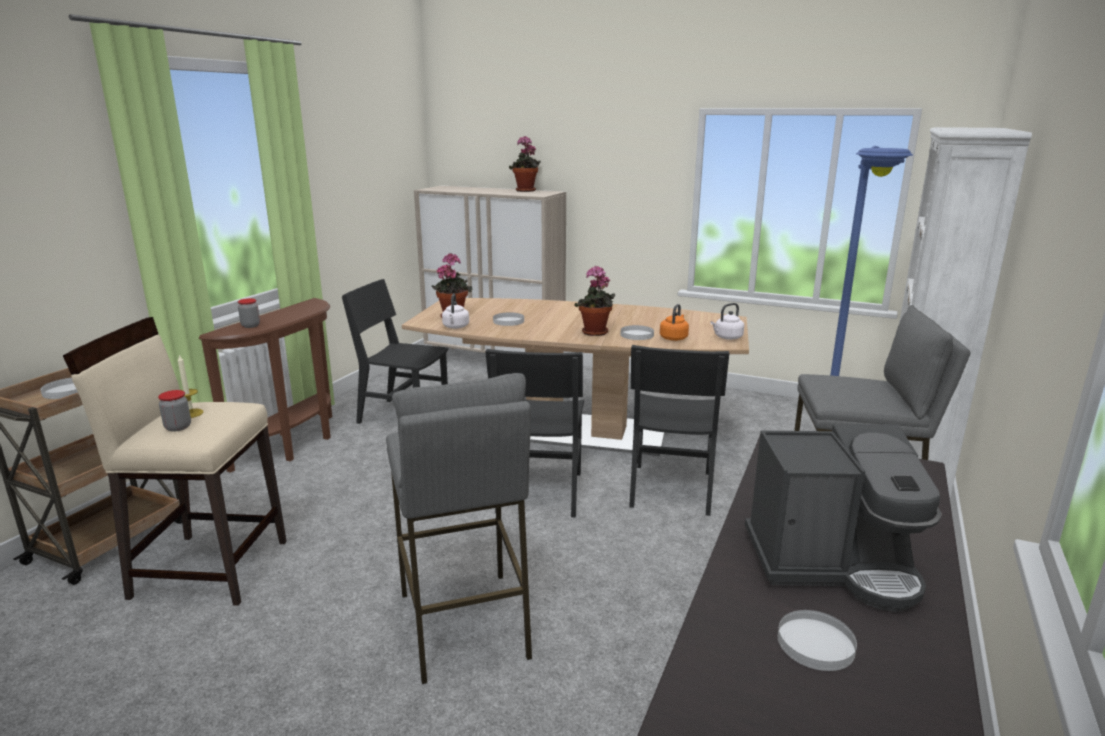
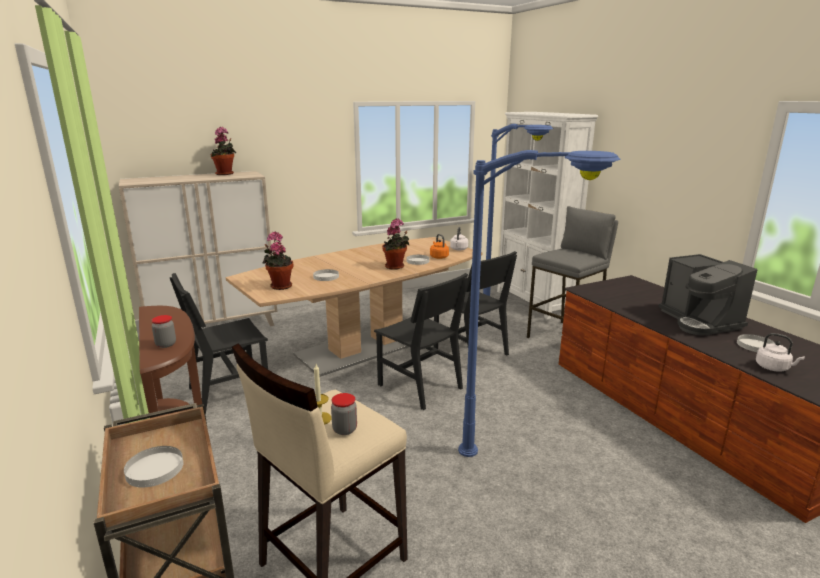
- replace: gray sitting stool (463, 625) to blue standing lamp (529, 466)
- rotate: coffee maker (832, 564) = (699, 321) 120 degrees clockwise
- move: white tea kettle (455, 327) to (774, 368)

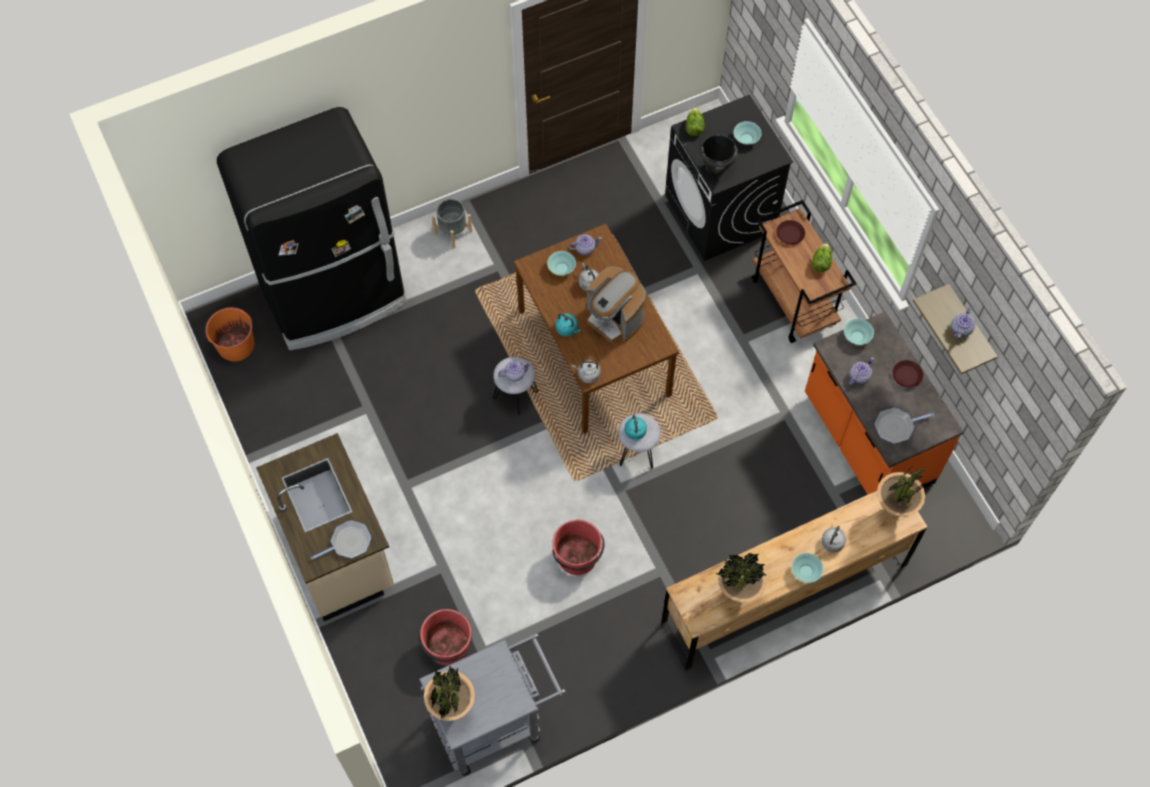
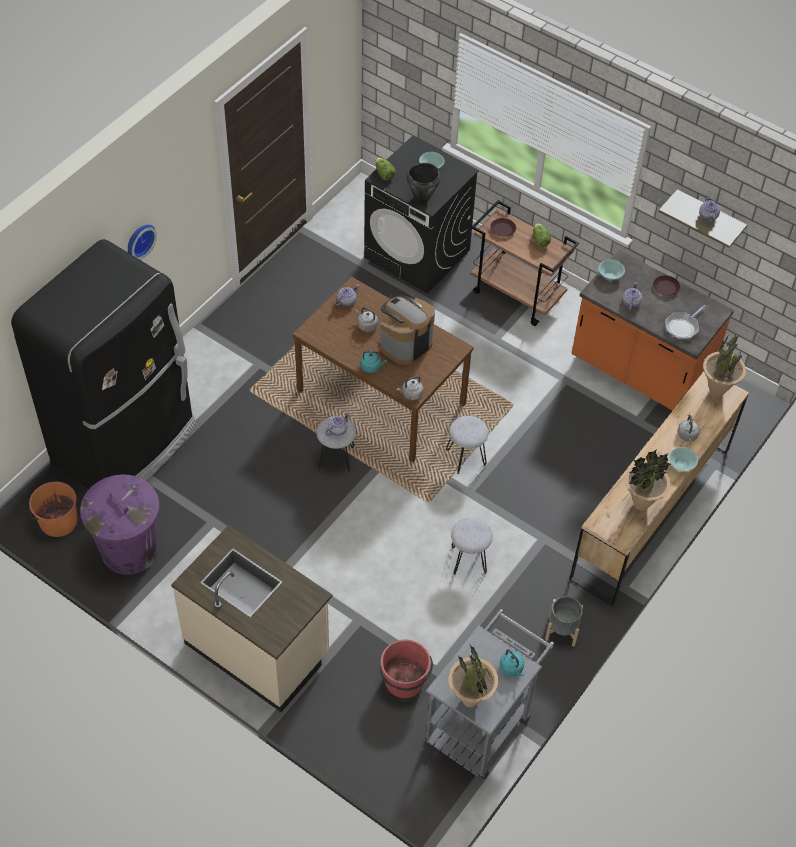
- insert: purple-coloured trash can (129, 550)
- insert: clock on the wall (139, 240)
- rotate: coffee maker (614, 319) = (405, 344) 120 degrees clockwise
- replace: red-coloured pail (577, 557) to gray sitting stool (468, 560)
- move: turquoise-coloured tea kettle (635, 432) to (512, 668)
- move: gray flower pot (453, 232) to (562, 630)
- delete: frying pan (348, 542)
- delete: turquoise-coloured serving bowl (561, 268)

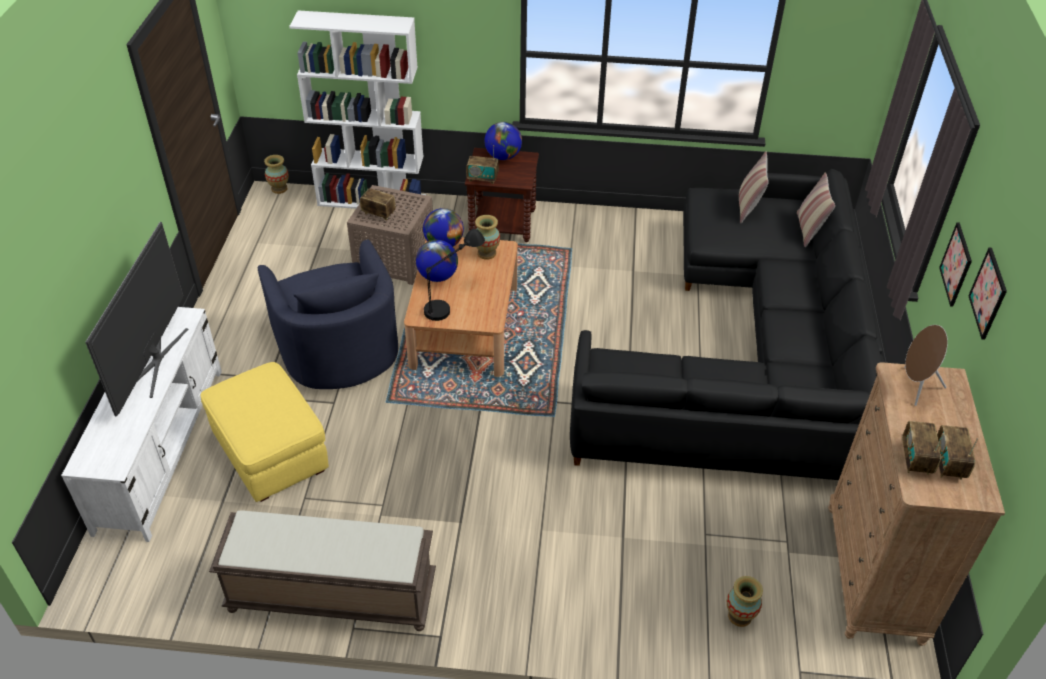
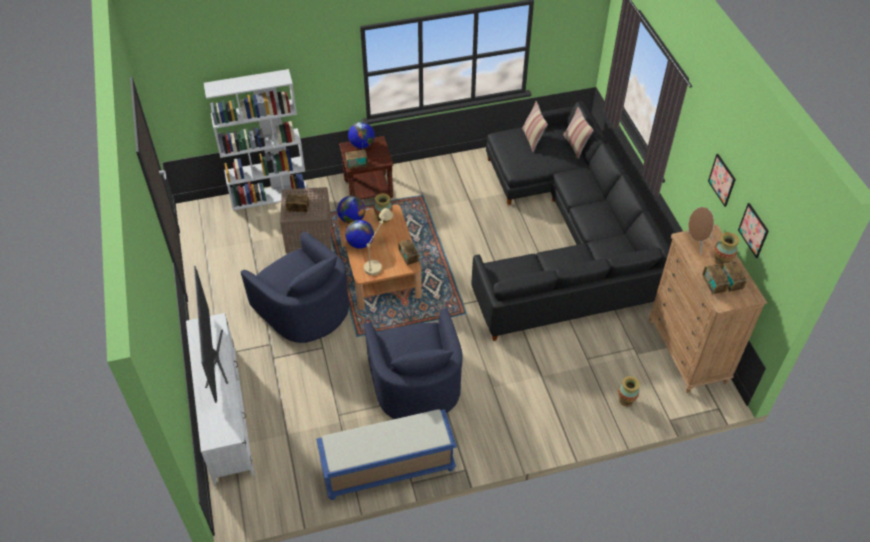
- recolor: brown long seat (330, 595) to blue long seat (387, 468)
- recolor: black-coloured lamp for a table (453, 300) to sand-coloured lamp for a table (379, 257)
- insert: blue armchair (415, 383)
- insert: radio (408, 258)
- move: vase (279, 189) to (721, 261)
- move: picture (956, 264) to (753, 230)
- delete: yellow-coloured footrest (270, 452)

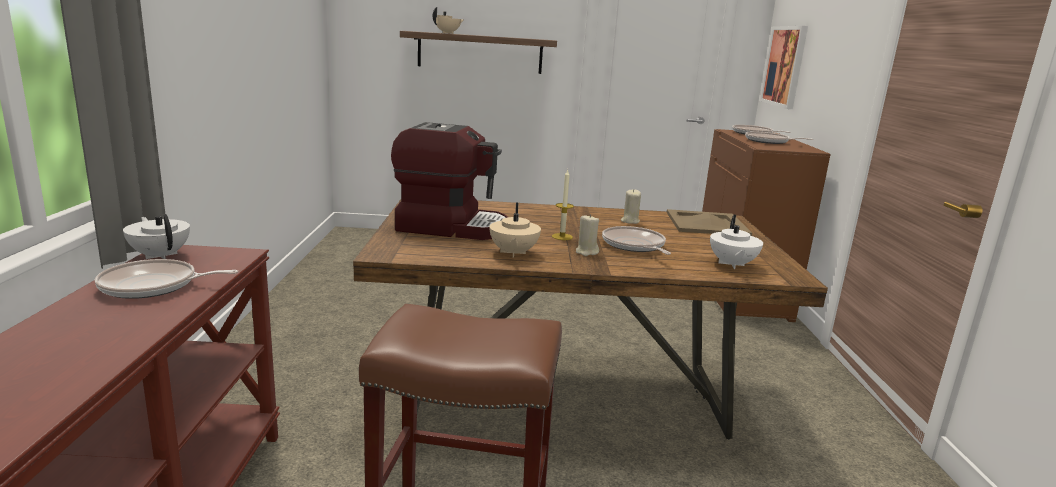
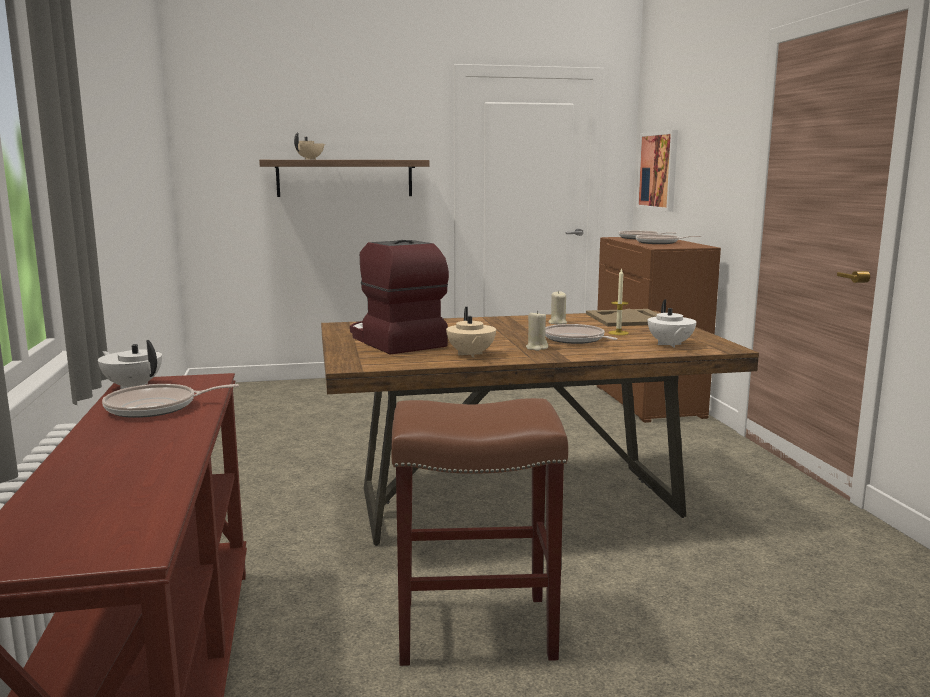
- rotate: coffee maker (452, 227) = (394, 341) 120 degrees counterclockwise
- move: candle (562, 237) to (618, 333)

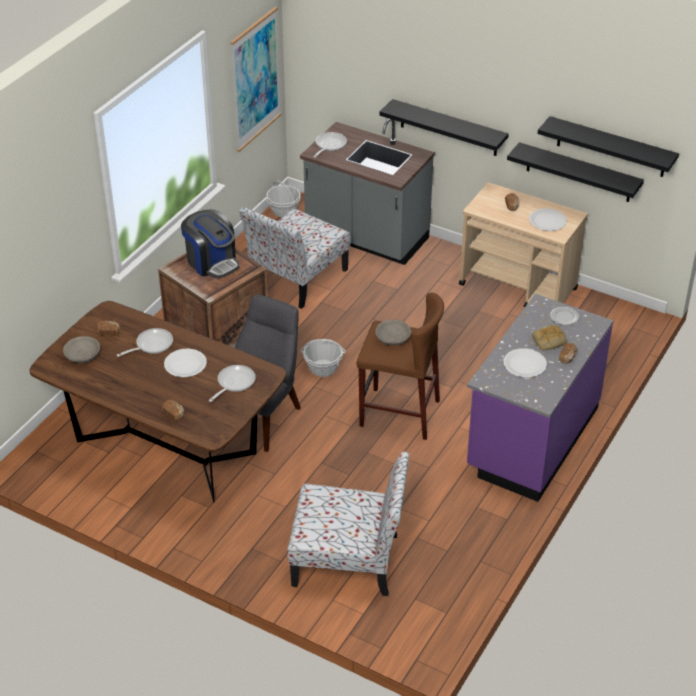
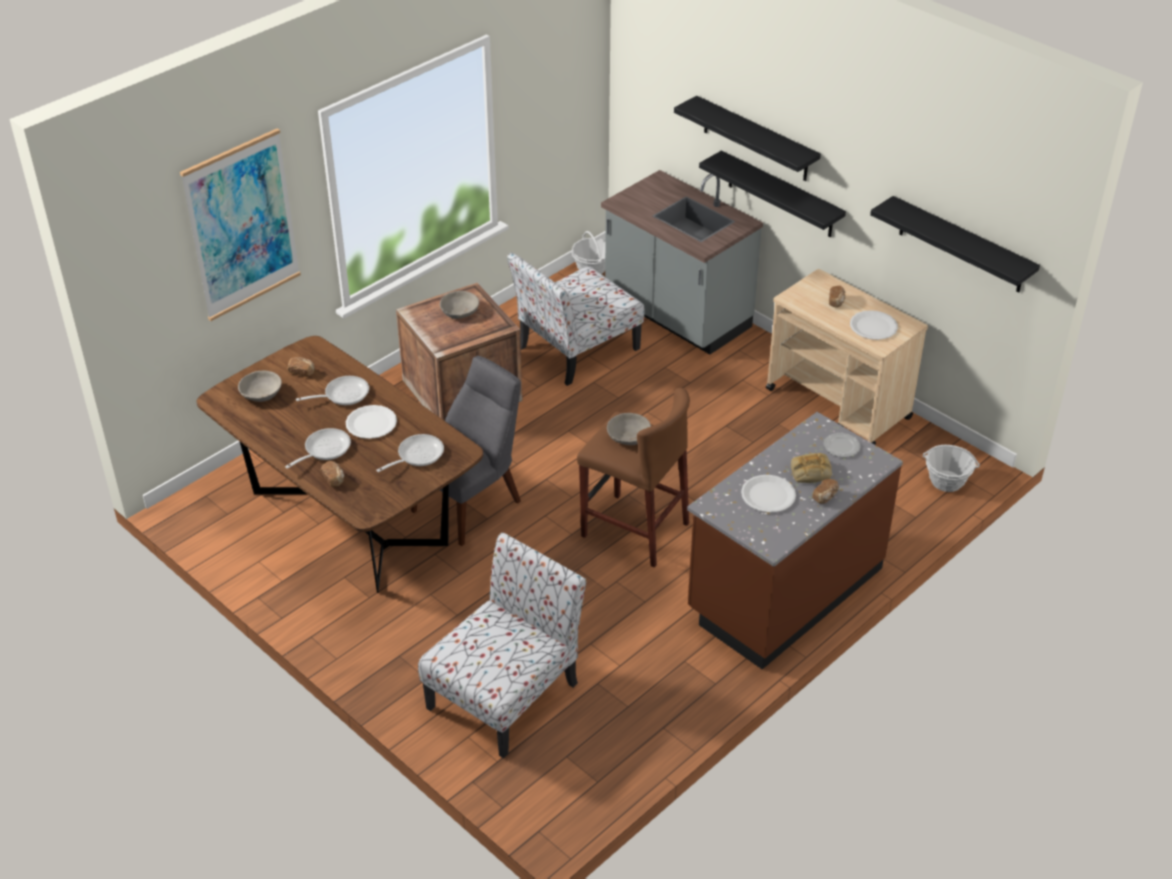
- move: picture (255, 79) to (242, 225)
- move: frying pan (329, 145) to (324, 449)
- rotate: chair (348, 560) = (505, 693) 75 degrees counterclockwise
- replace: coffee maker (212, 262) to gray serving bowl (460, 312)
- move: black-coloured bracket shelf (578, 173) to (755, 139)
- recolor: purple-coloured kitchen base unit (531, 438) to brown kitchen base unit (784, 591)
- move: household basket (323, 368) to (946, 481)

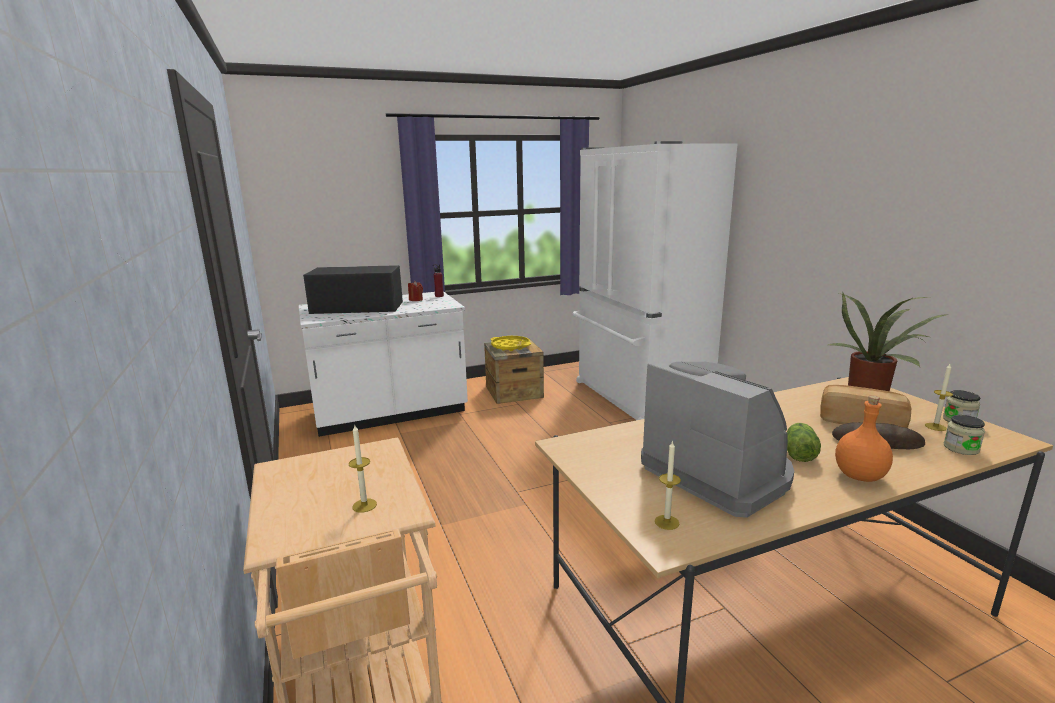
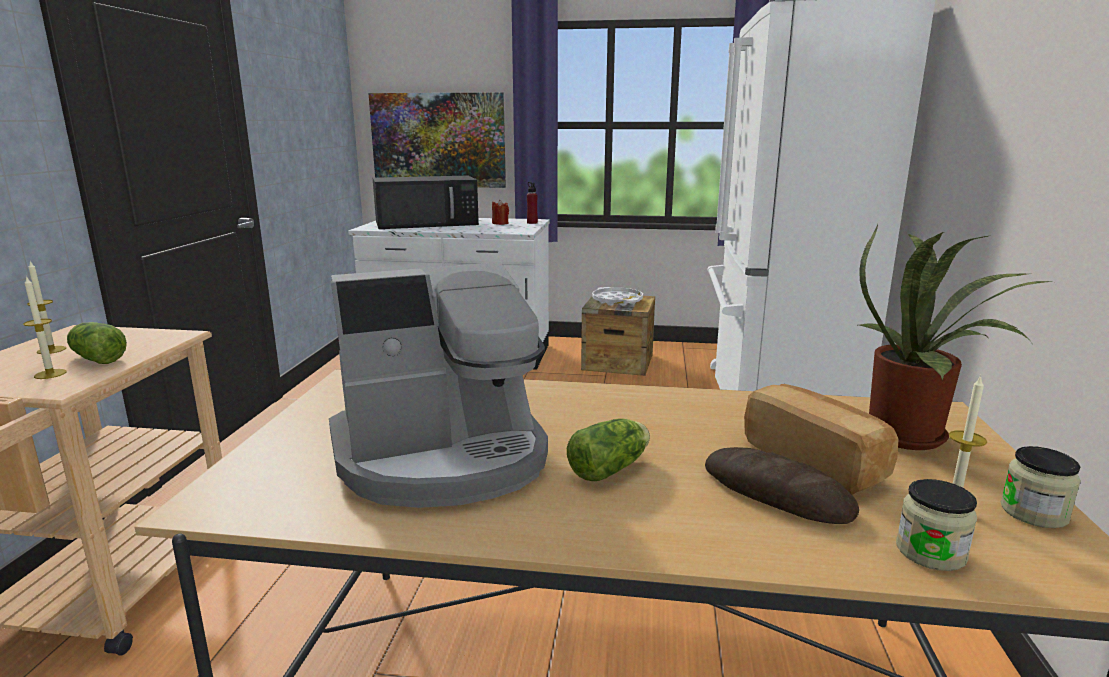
- move: candle (667, 522) to (51, 350)
- insert: head of lettuce (97, 358)
- rotate: coffee maker (718, 473) = (443, 456) 75 degrees clockwise
- insert: picture (438, 140)
- rotate: black-coloured kitchen microwave (356, 307) = (428, 223) 135 degrees clockwise
- recolor: yellow-coloured carrying tray (510, 346) to white carrying tray (617, 301)
- delete: orange drink bottle (859, 476)

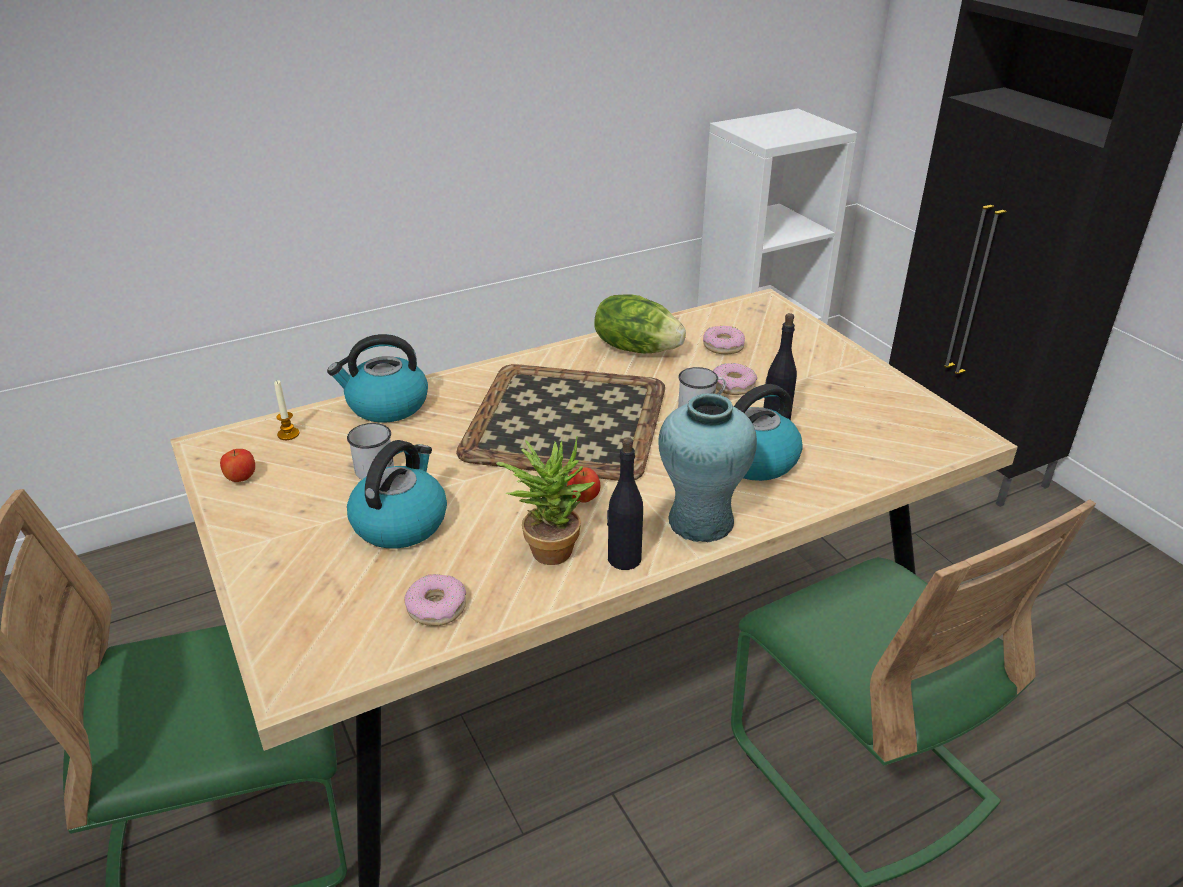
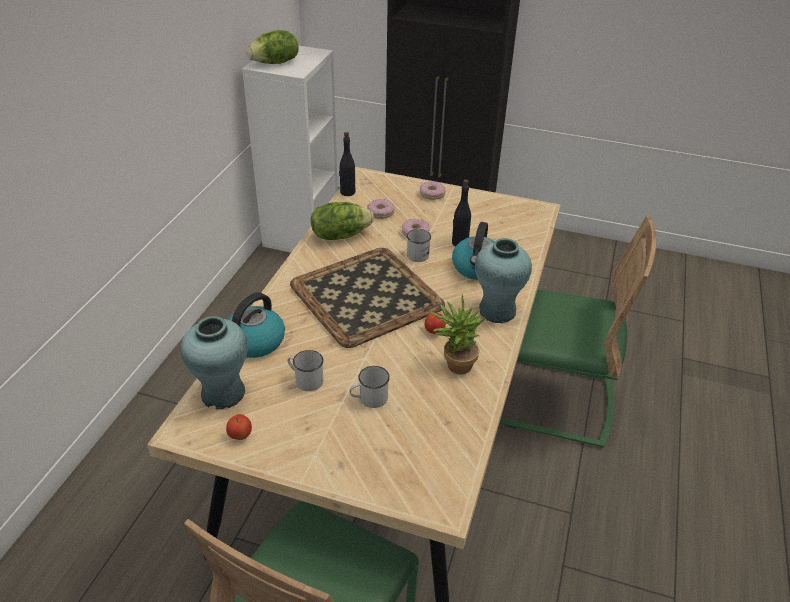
- replace: candle (288, 434) to turquoise-coloured vase (223, 393)
- insert: head of lettuce (275, 63)
- move: black-coloured drink bottle (624, 559) to (347, 192)
- replace: tea kettle (400, 522) to white tea mug (369, 399)
- move: doughnut (437, 607) to (432, 194)

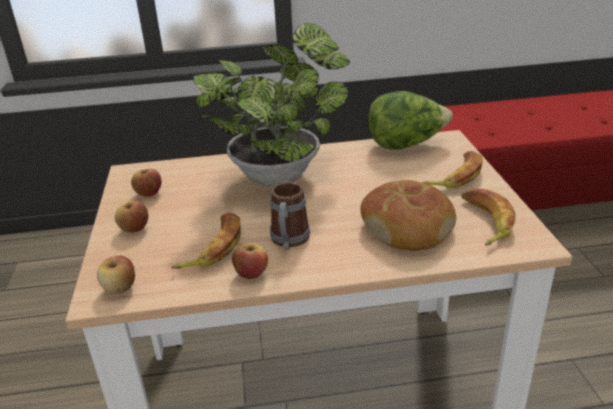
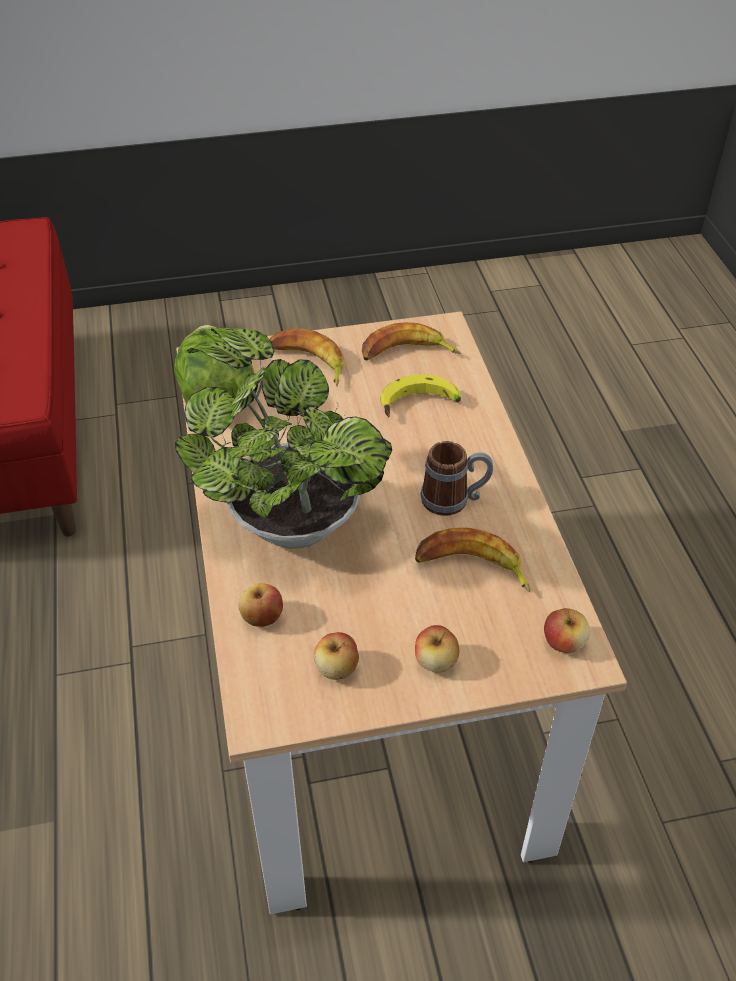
- move: apple fruit (251, 273) to (262, 617)
- replace: baked bread (407, 227) to banana fruit (420, 406)

